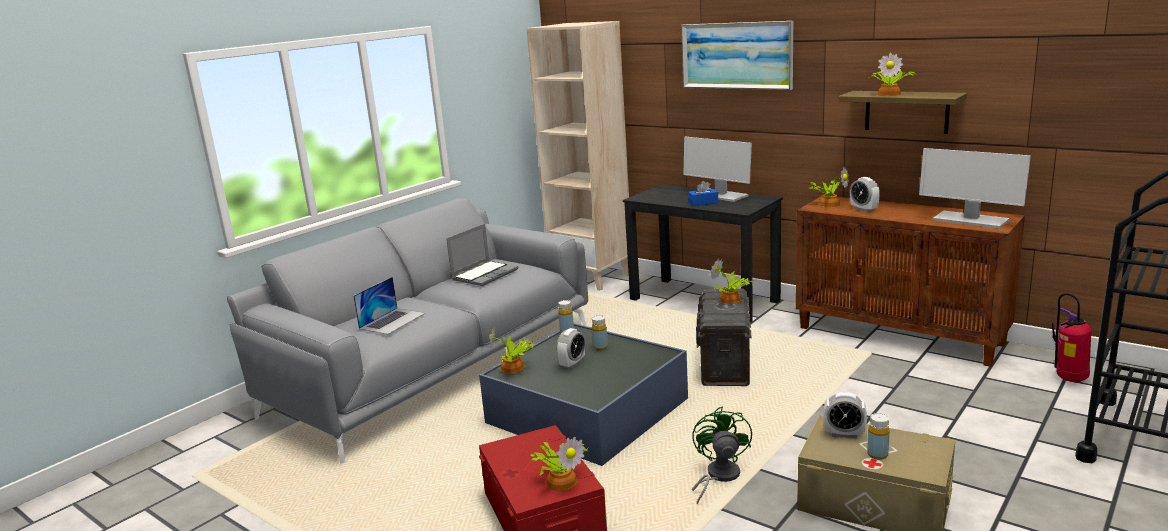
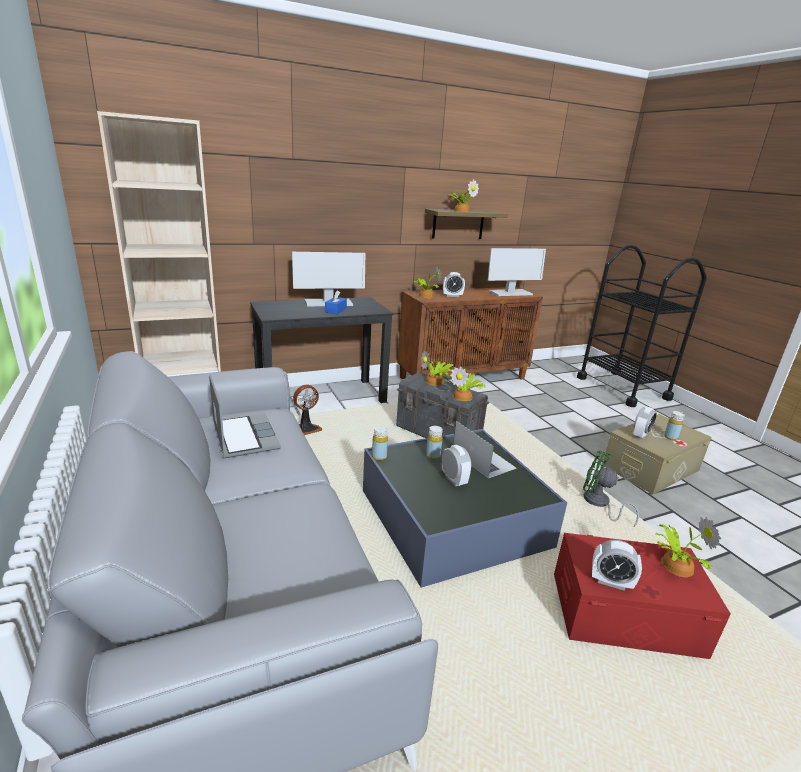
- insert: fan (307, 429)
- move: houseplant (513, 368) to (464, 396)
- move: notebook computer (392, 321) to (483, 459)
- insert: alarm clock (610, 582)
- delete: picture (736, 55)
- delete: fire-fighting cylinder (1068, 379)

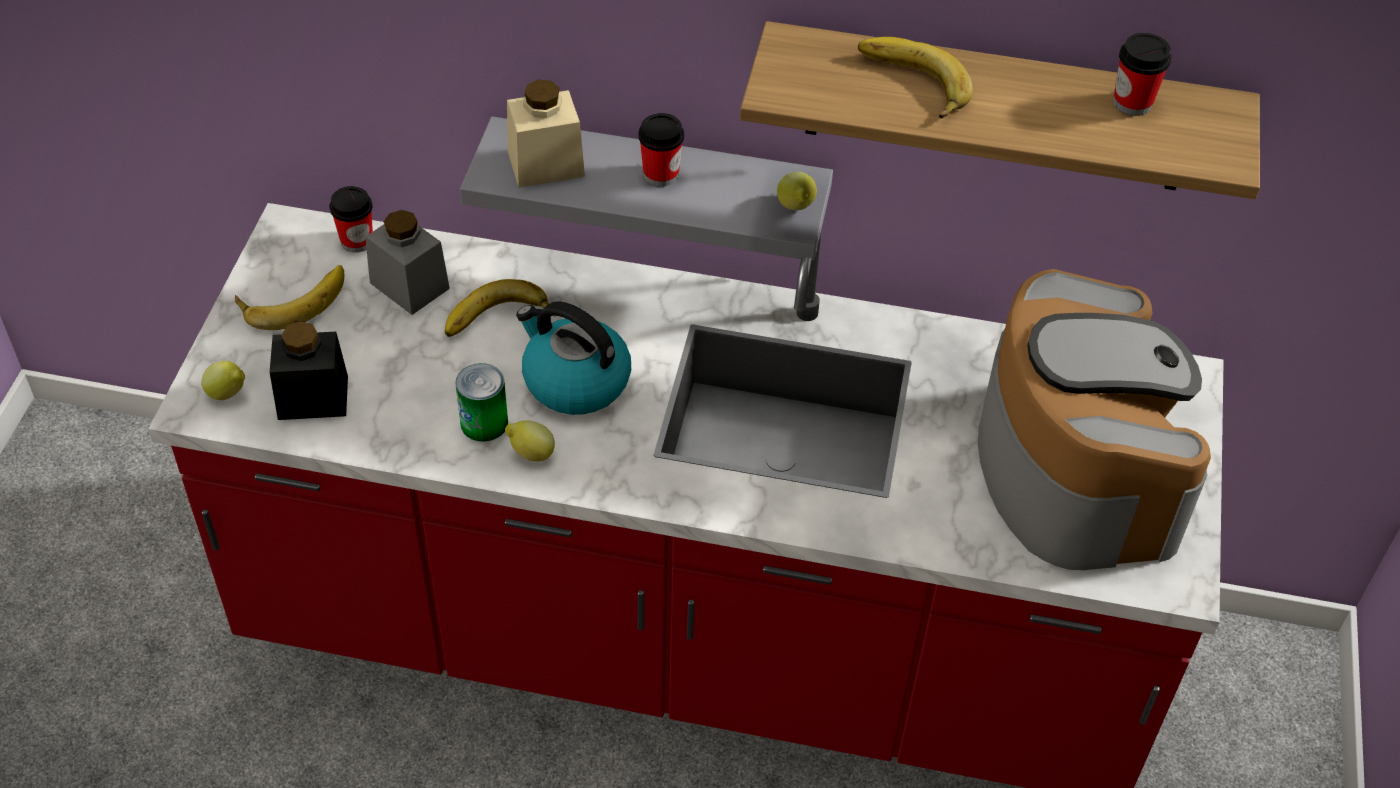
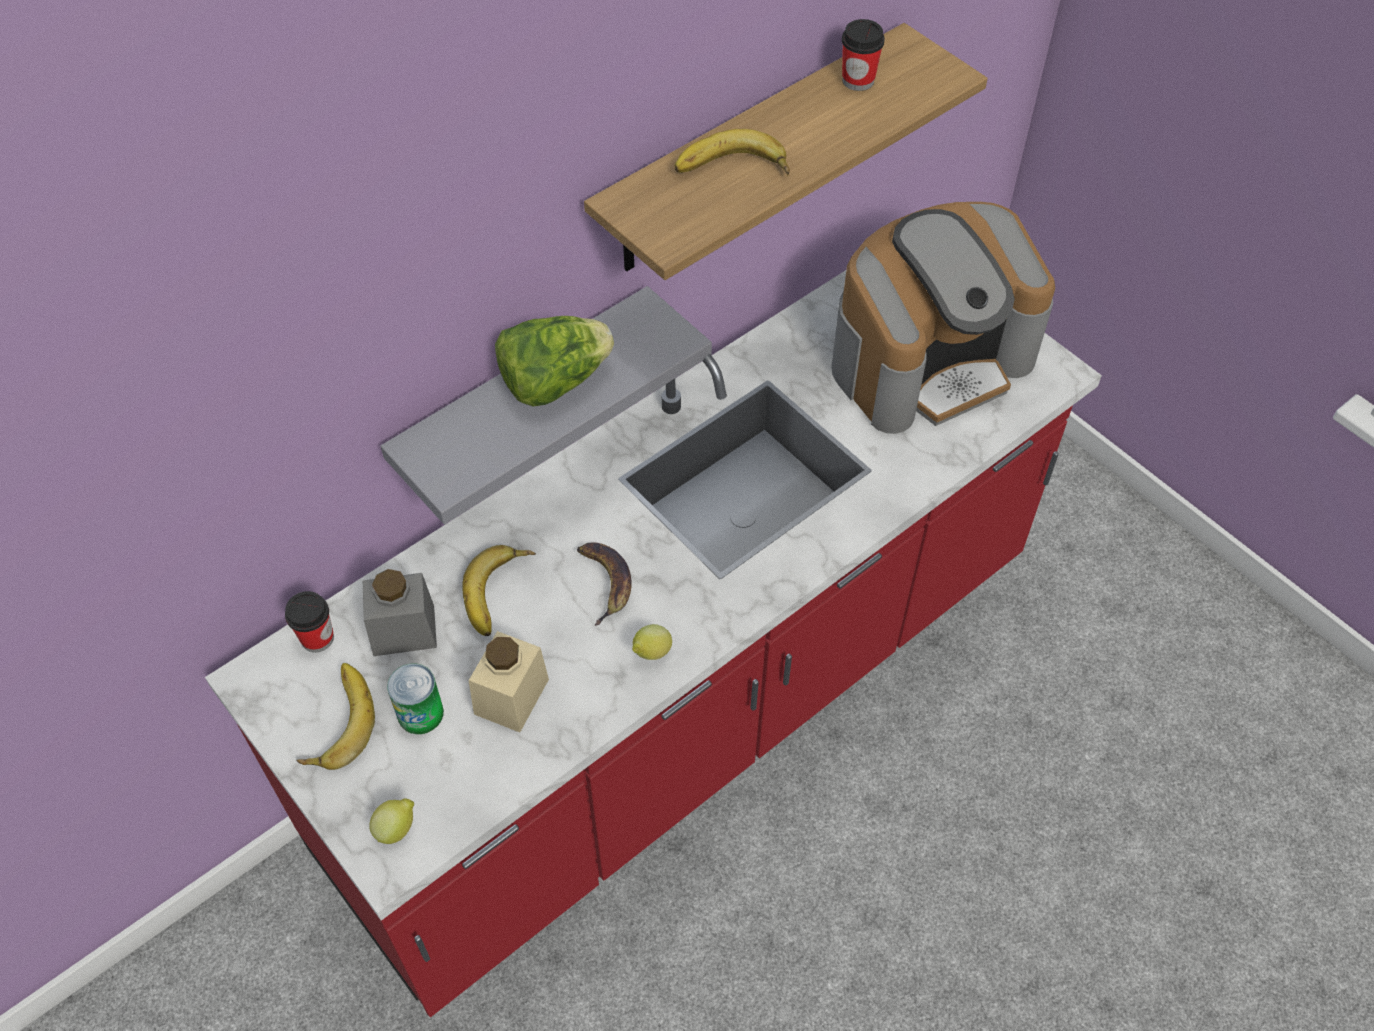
- move: metal can (484, 423) to (420, 713)
- move: sand-coloured preserve jar (546, 164) to (511, 696)
- replace: cup (661, 174) to head of lettuce (555, 382)
- replace: tea kettle (574, 381) to banana fruit (606, 582)
- rotate: coffee maker (1074, 467) = (929, 360) 120 degrees clockwise
- delete: black-coloured preserve jar (313, 397)
- delete: citrus fruit (796, 208)

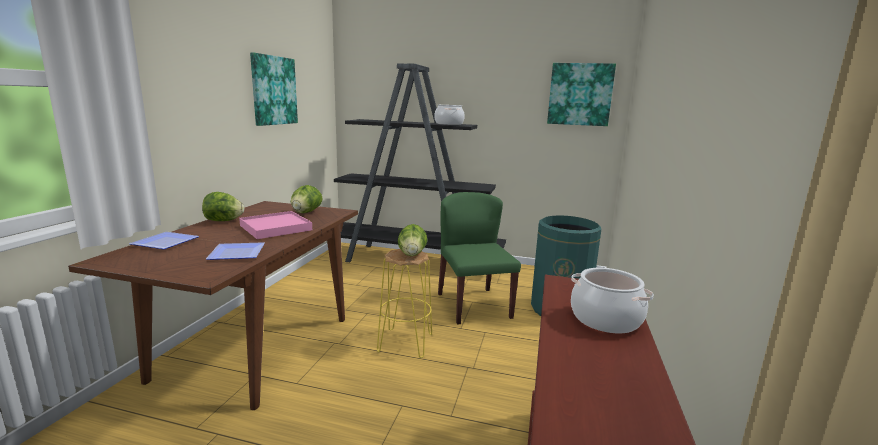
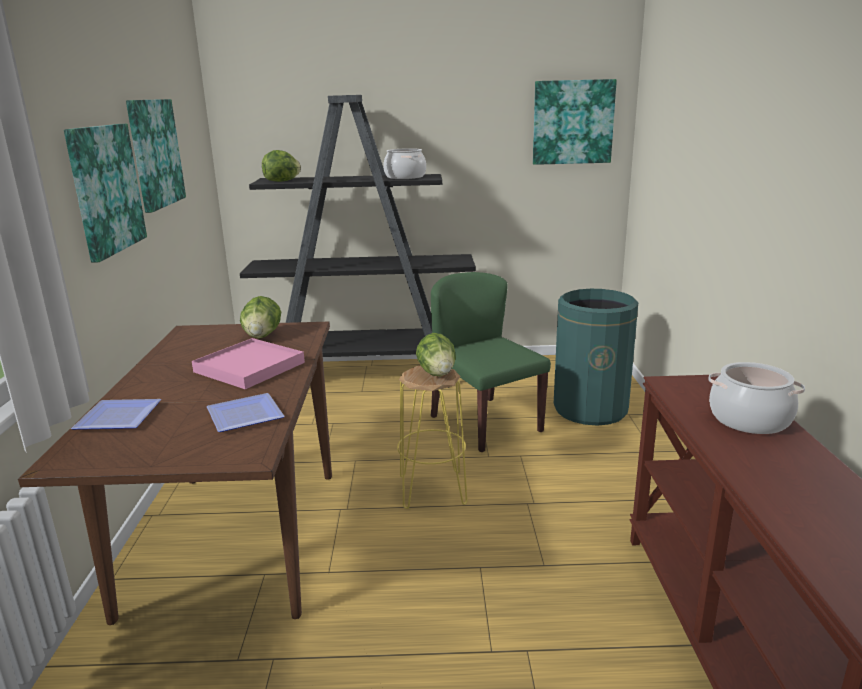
- insert: picture (105, 189)
- move: head of lettuce (223, 221) to (282, 181)

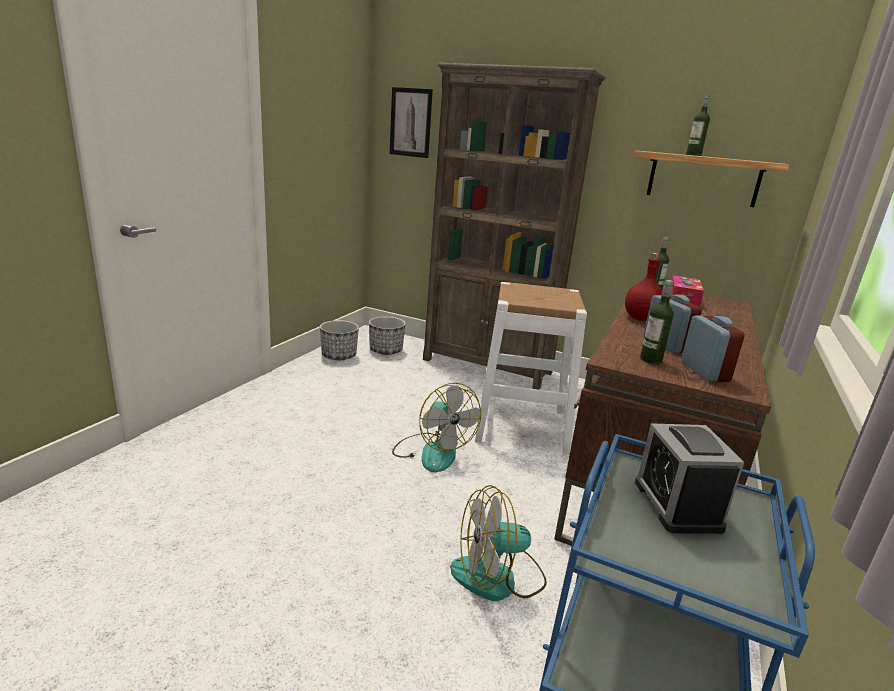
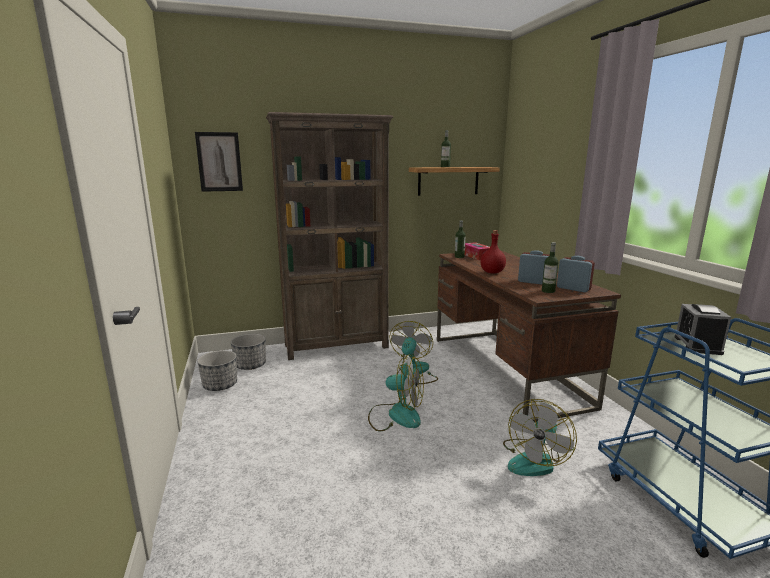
- replace: white sitting stool (521, 424) to fan (413, 373)
- rotate: alarm clock (677, 505) = (697, 345) 60 degrees clockwise

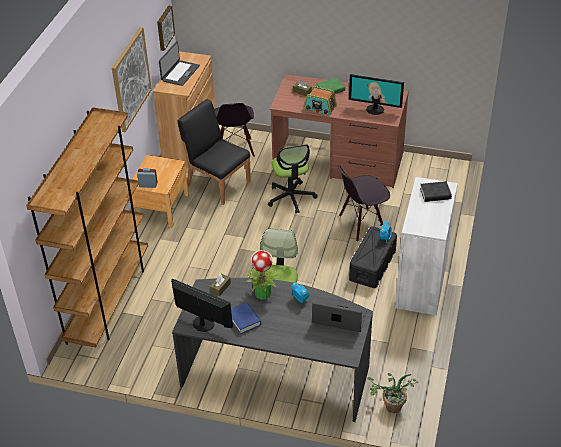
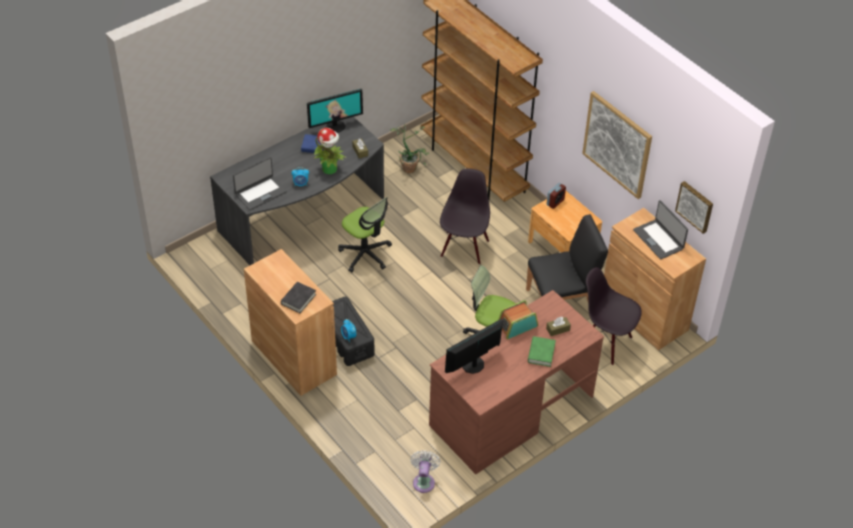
- recolor: white storage cabinet (421, 282) to brown storage cabinet (294, 357)
- move: houseplant (389, 408) to (410, 166)
- insert: white fan (424, 481)
- move: black-coloured chair (361, 224) to (464, 248)

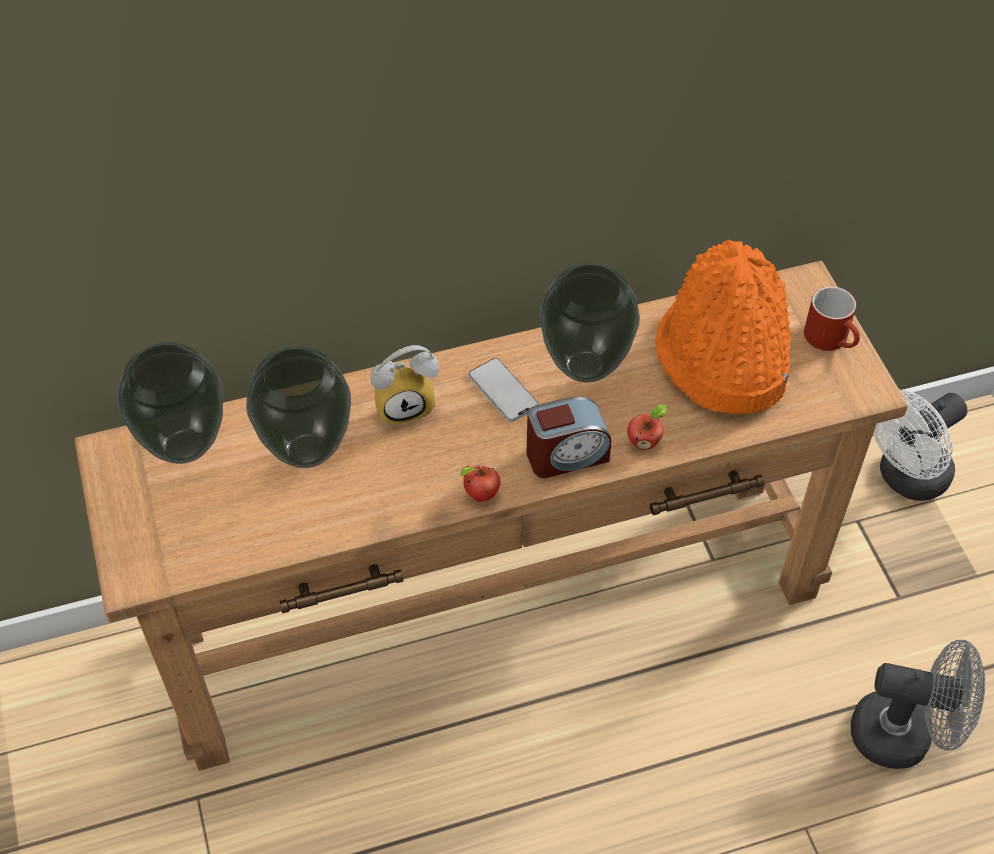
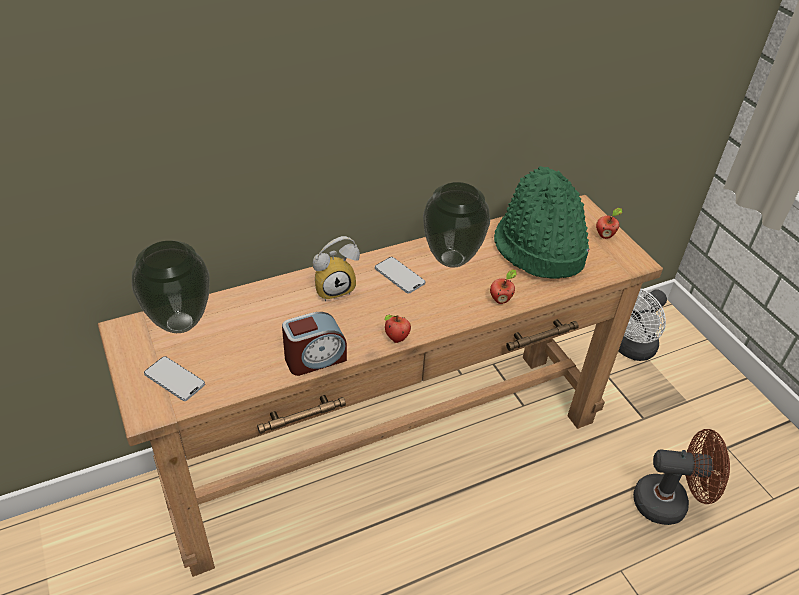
- insert: telephone (174, 379)
- move: alarm clock (566, 455) to (315, 358)
- recolor: orange wearable hat (721, 358) to greenish wearable hat (538, 249)
- replace: red-coloured tea mug (832, 340) to apple fruit (605, 235)
- recolor: gray fan (904, 735) to brown fan (669, 503)
- delete: vase (306, 452)

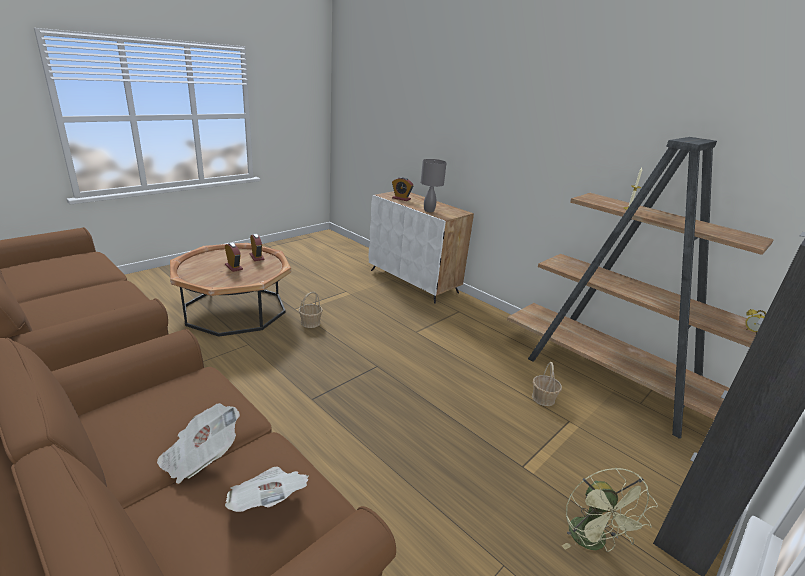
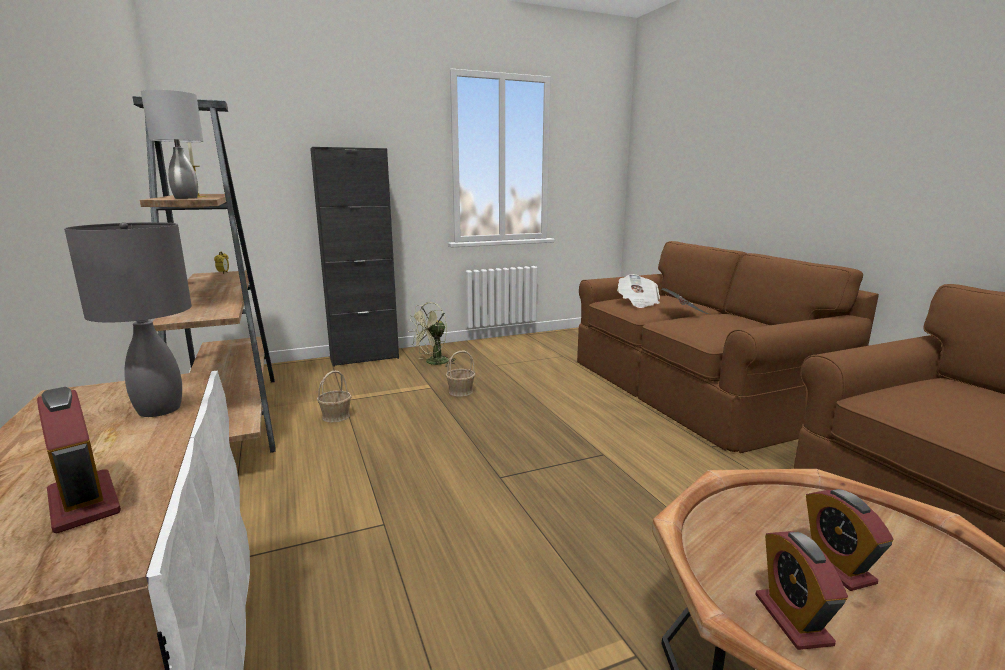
- insert: gray lamp for a table (187, 198)
- rotate: greenish fan (592, 542) = (433, 363) 150 degrees counterclockwise
- move: household basket (310, 323) to (460, 391)

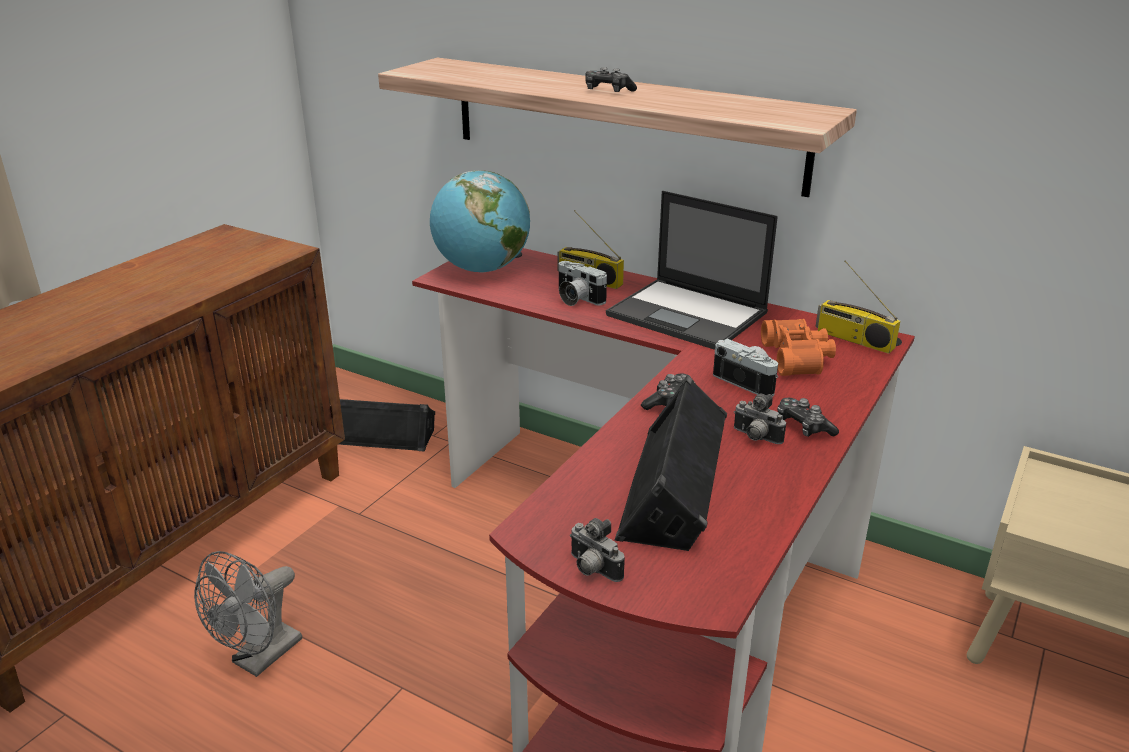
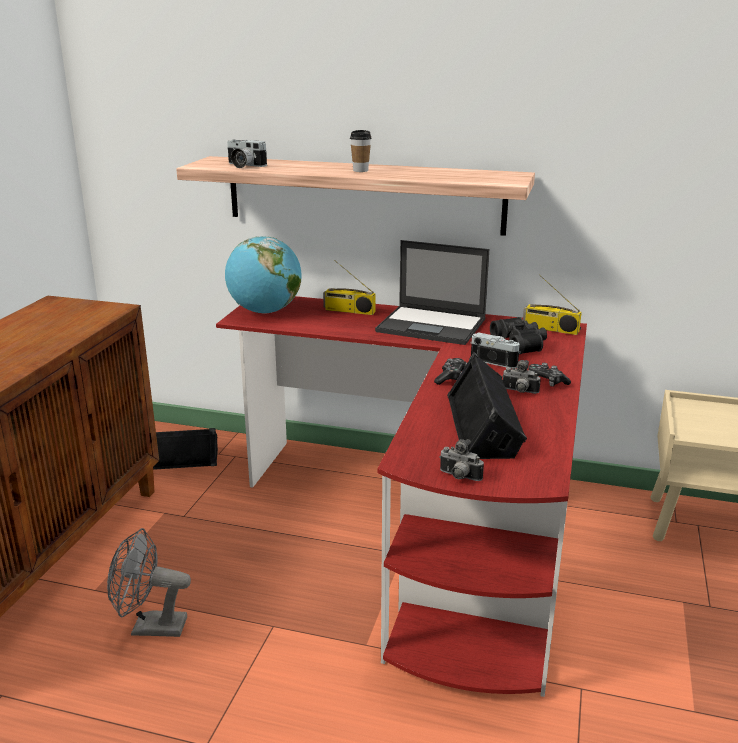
- rotate: gray fan (260, 659) = (150, 627) 75 degrees clockwise
- move: photo camera (576, 299) to (244, 166)
- replace: joypad (608, 91) to cup (360, 170)
- recolor: orange binoculars (798, 358) to black-coloured binoculars (520, 343)

